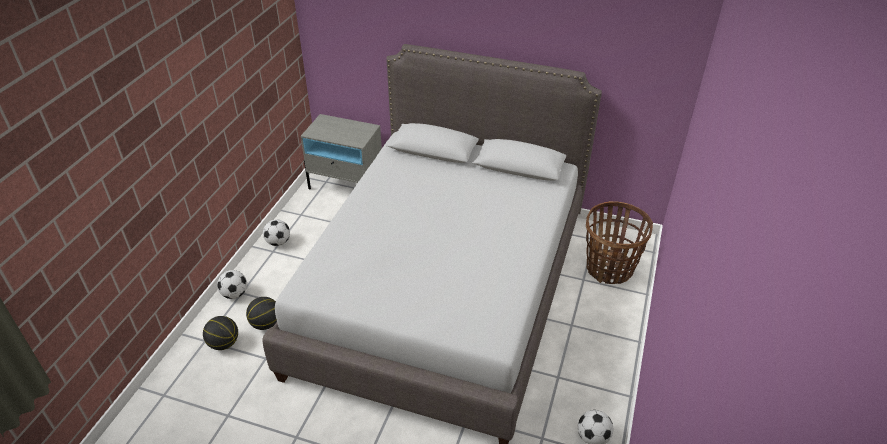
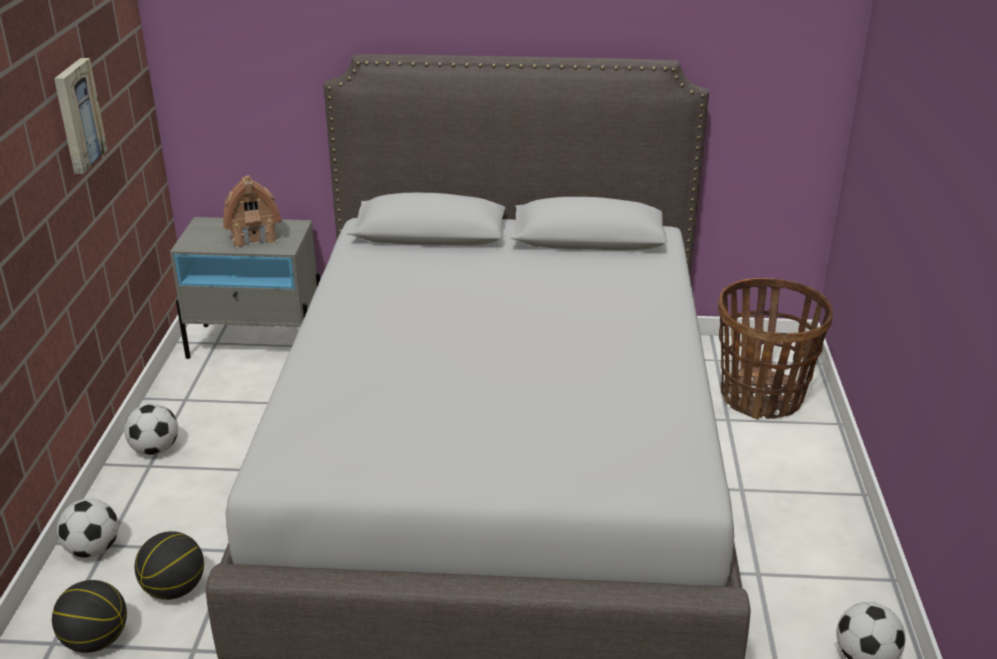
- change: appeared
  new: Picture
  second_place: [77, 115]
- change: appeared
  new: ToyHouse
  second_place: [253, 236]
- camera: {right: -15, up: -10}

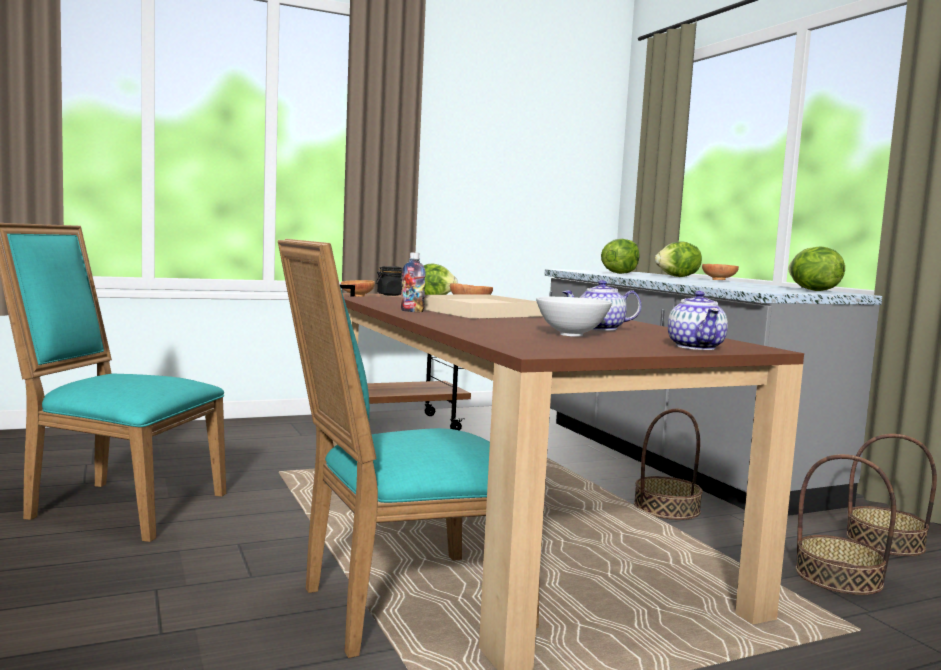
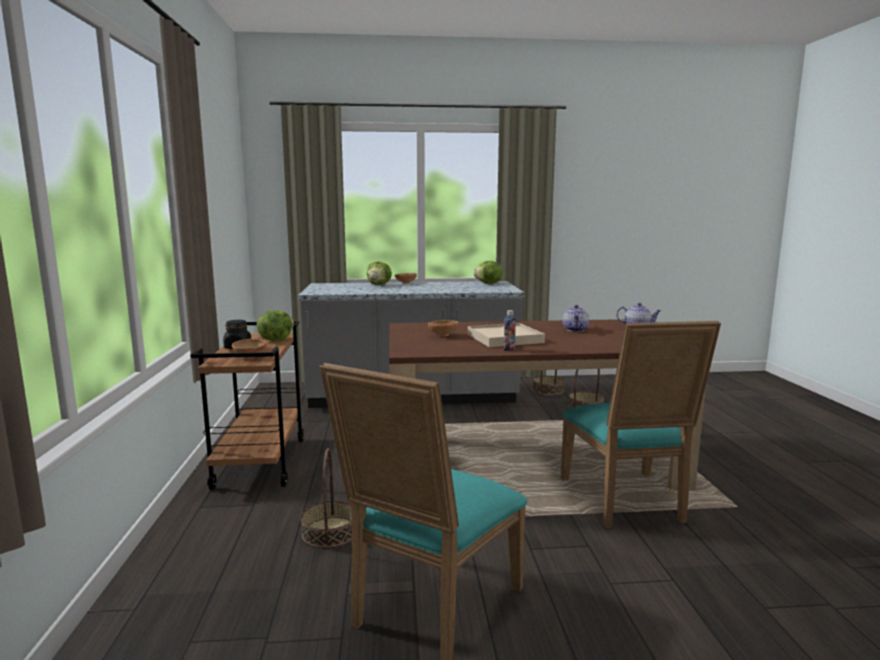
- change: missing
  old: Lettuce
  first_place: [619, 273]
- change: missing
  old: WhiteBowl
  first_place: [570, 335]
- change: relocated
  old: Basket
  first_place: [666, 508]
  second_place: [330, 532]
- camera: {right: -70, up: 5}

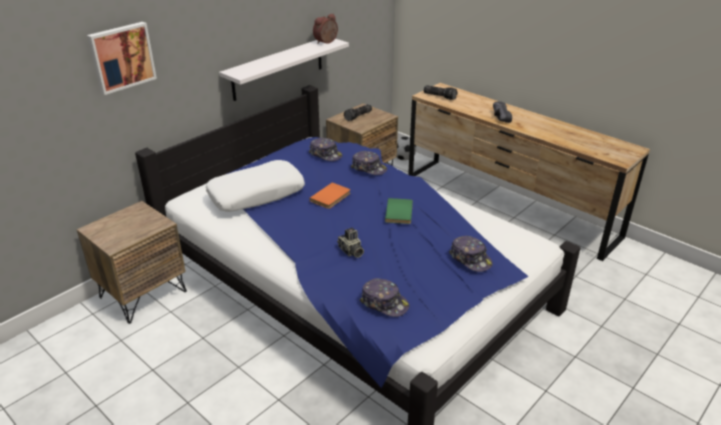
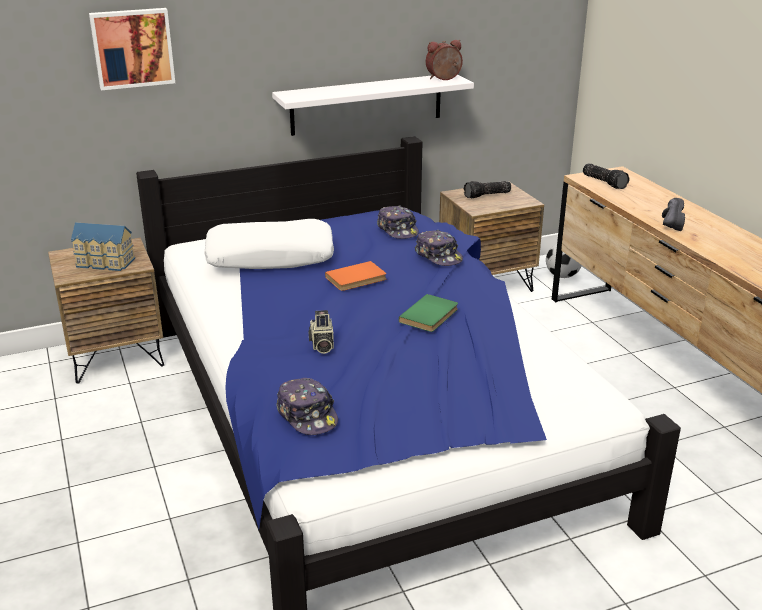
- change: missing
  old: Cap
  first_place: [470, 259]
- change: appeared
  new: ToyHouse
  second_place: [104, 263]
- camera: {right: 25, up: -5}

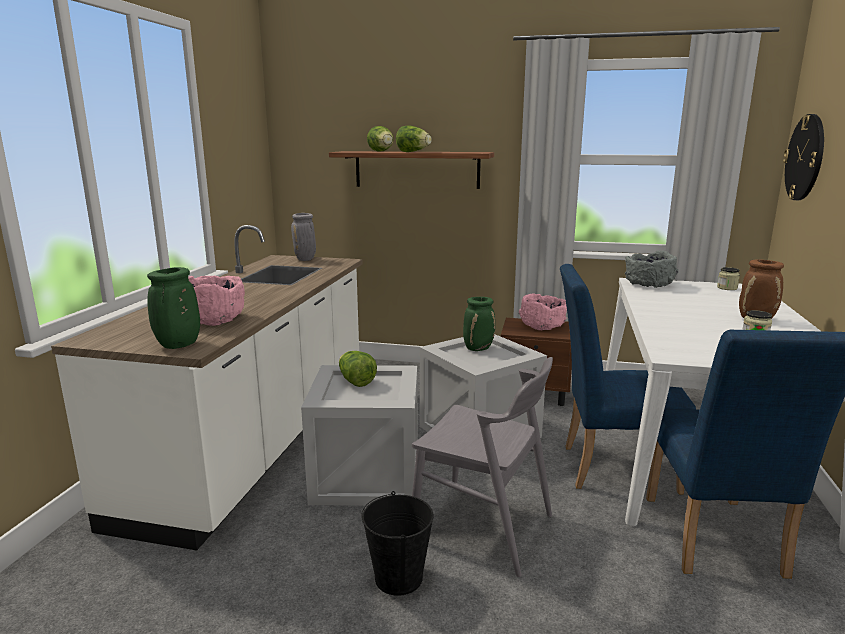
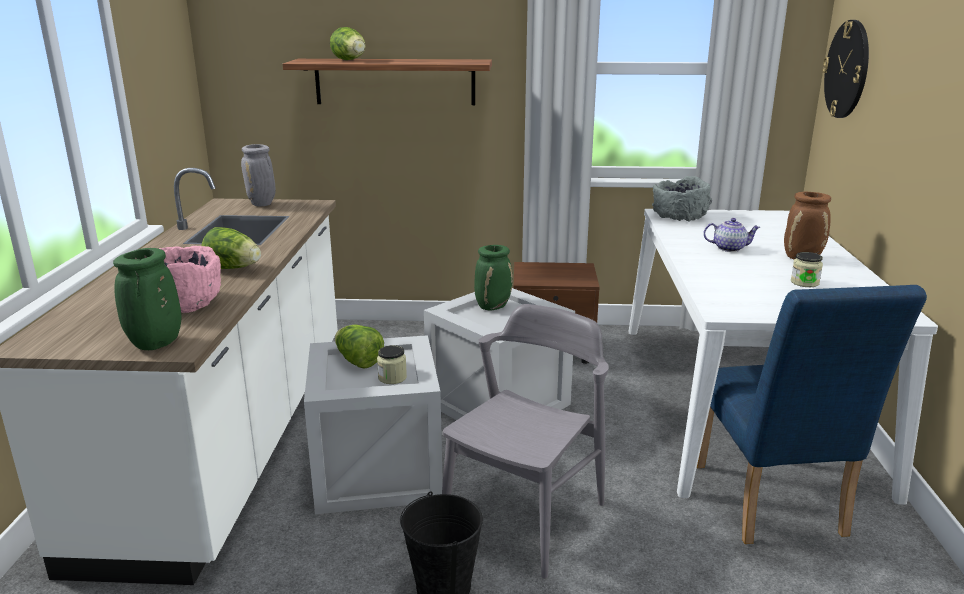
- change: relocated
  old: Lettuce
  first_place: [413, 152]
  second_place: [234, 268]
- change: missing
  old: BlueChair
  first_place: [609, 467]
- change: relocated
  old: Jar
  first_place: [727, 288]
  second_place: [392, 377]
- change: missing
  old: PinkBowl
  first_place: [542, 326]
- change: spun
  old: GreyChair
  first_place: [483, 527]
  second_place: [525, 518]
  degrees: -75
- change: appeared
  new: Teapot
  second_place: [729, 248]
- camera: {right: -10, up: 5}

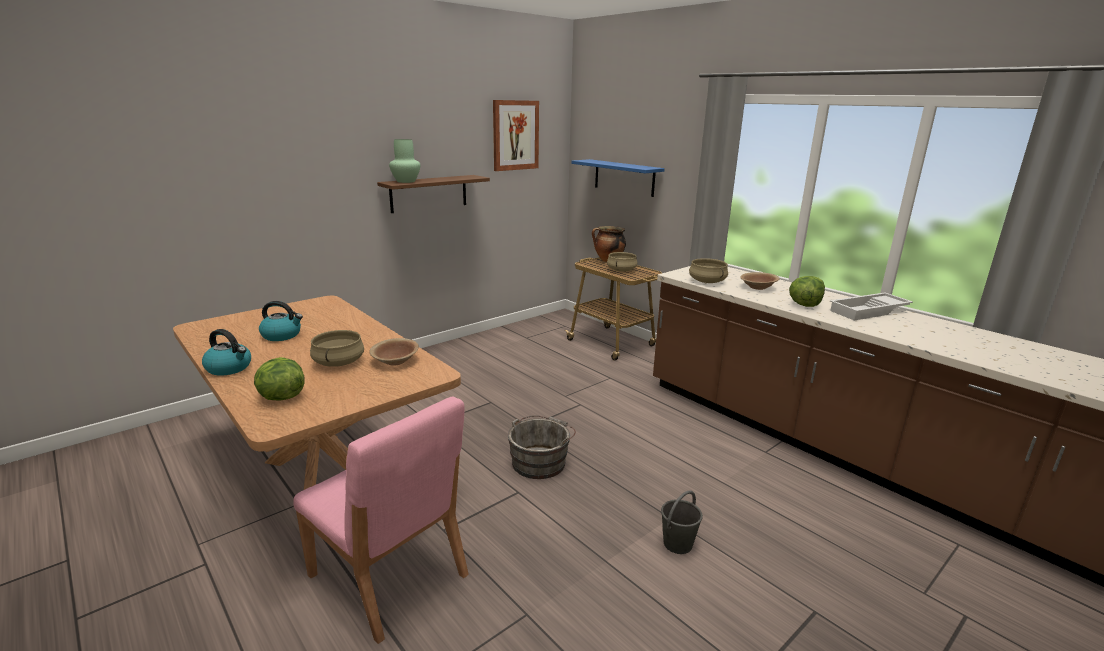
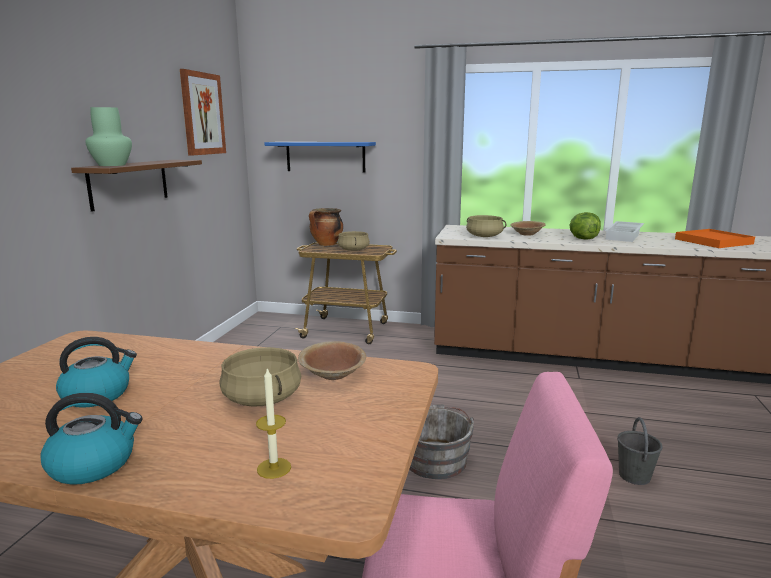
- change: exchanged
  old: Lettuce
  new: Candle
  first_place: [281, 397]
  second_place: [274, 468]
- change: appeared
  new: OrangeTray
  second_place: [713, 241]
- camera: {right: -35, up: -5}

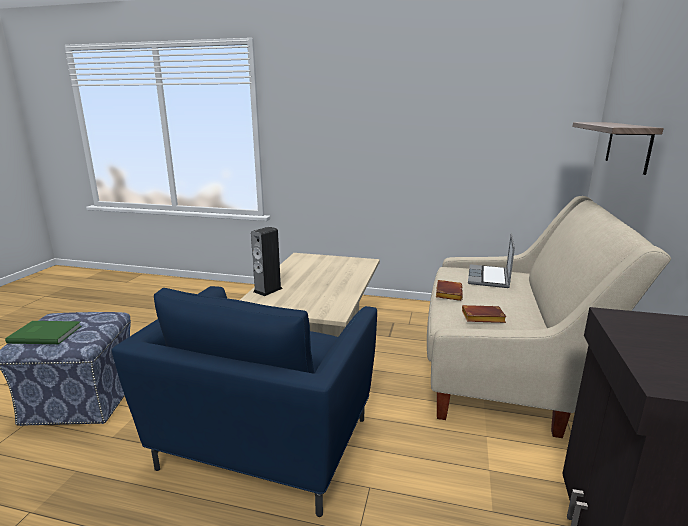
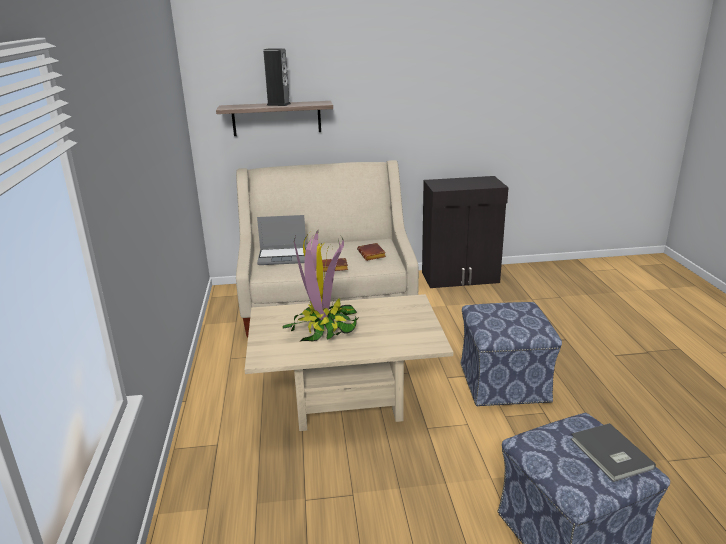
- change: relocated
  old: Speaker
  first_place: [268, 290]
  second_place: [278, 104]
- change: exchanged
  old: BlueArmchair
  new: Ottoman
  first_place: [263, 445]
  second_place: [504, 383]
- change: colour
  old: GreenBook
  new: GreyBook
  first_place: [45, 333]
  second_place: [610, 454]
- change: appeared
  new: PottedPlant
  second_place: [324, 328]
- camera: {right: -110, up: 5}

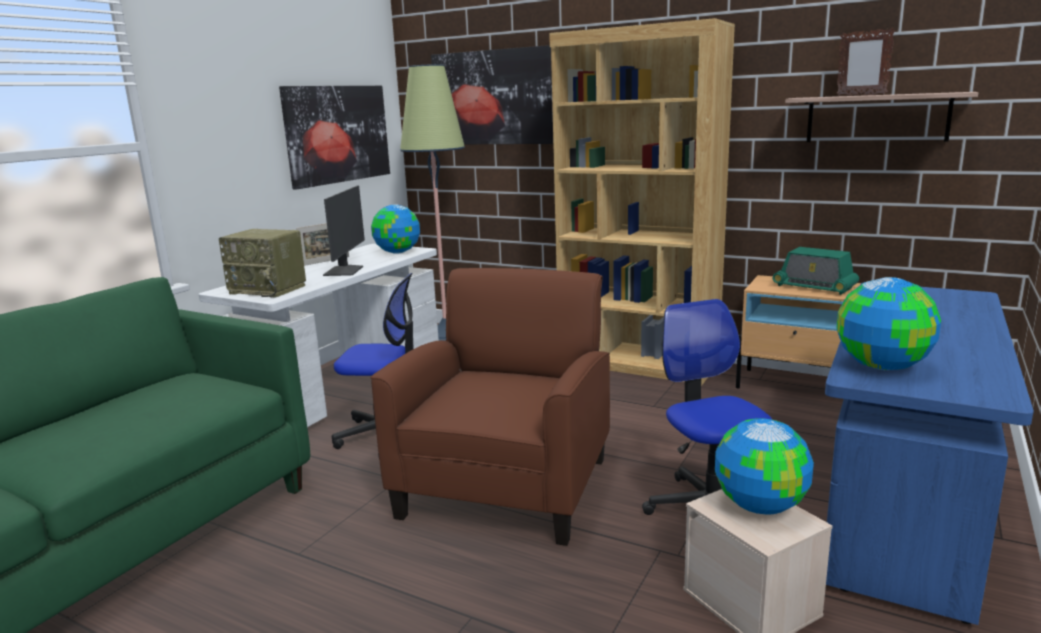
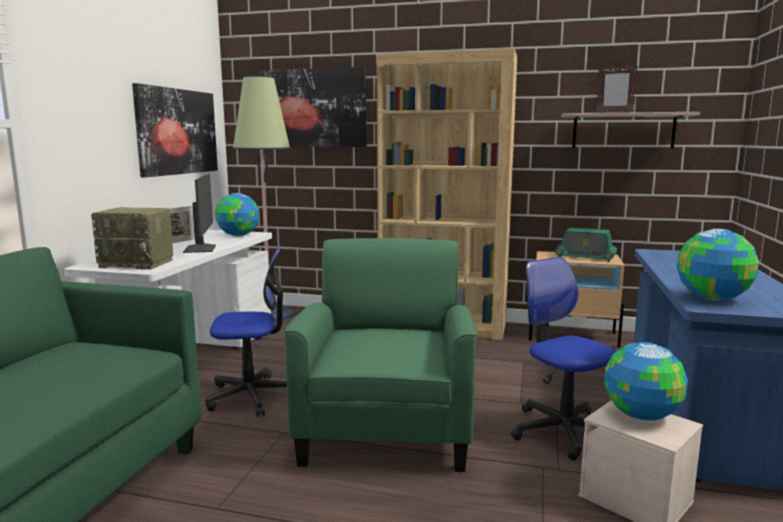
- change: colour
  old: BrownArmchair
  new: GreenArmchair
  first_place: [506, 485]
  second_place: [386, 428]
- camera: {right: -15, up: -5}

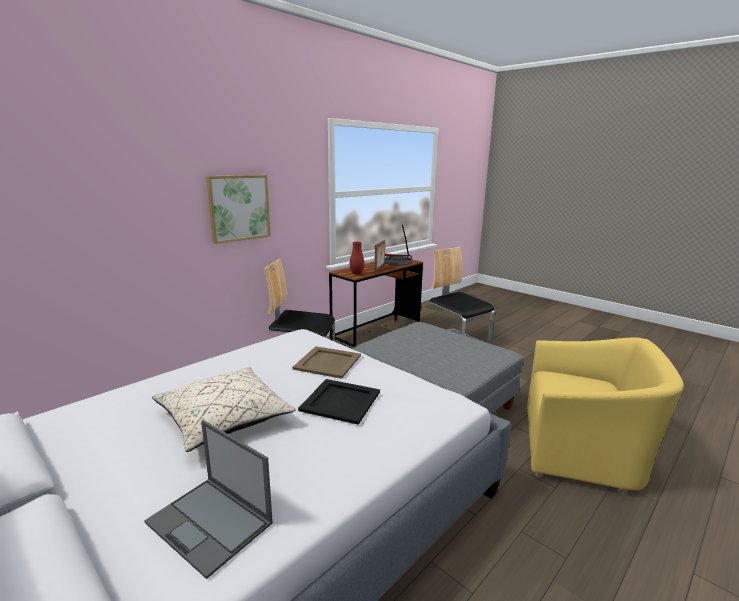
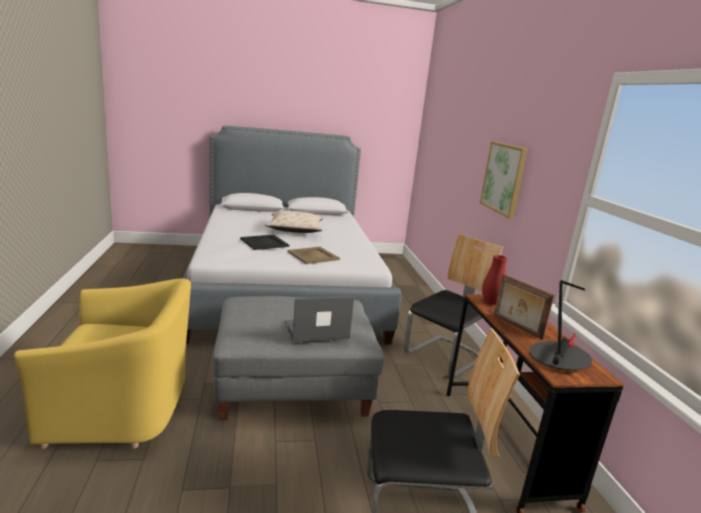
- change: spun
  old: YellowArmchair
  first_place: [582, 450]
  second_place: [123, 406]
  degrees: -150
- change: relocated
  old: Laptop
  first_place: [210, 523]
  second_place: [315, 330]
- camera: {right: 125, up: 0}

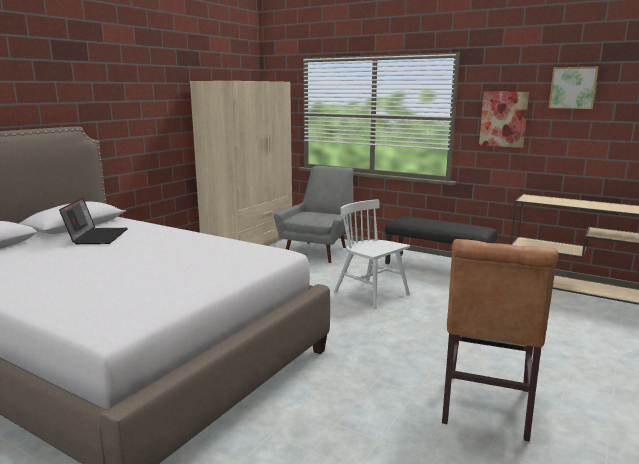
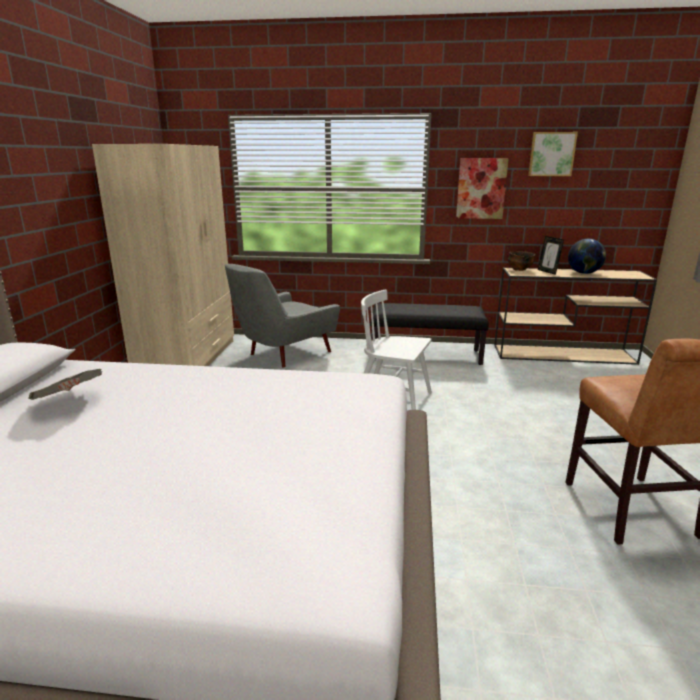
- change: spun
  old: GreyArmchair
  first_place: [319, 250]
  second_place: [283, 354]
  degrees: -135
- change: exchanged
  old: Laptop
  new: Newspaper
  first_place: [97, 236]
  second_place: [69, 402]
- change: appeared
  new: PictureFrame
  second_place: [548, 272]
- change: appeared
  new: Globe
  second_place: [584, 273]
- change: appeared
  new: Bowl
  second_place: [519, 269]
- camera: {right: -25, up: 5}

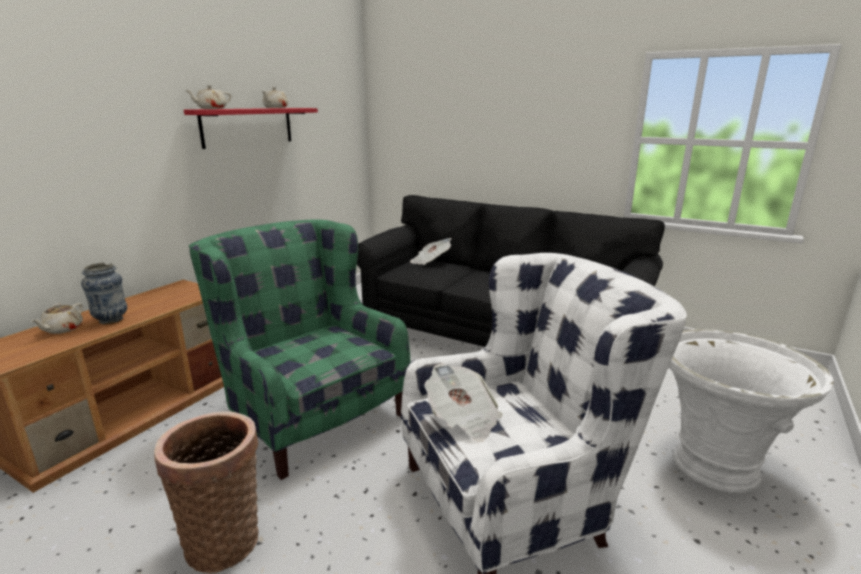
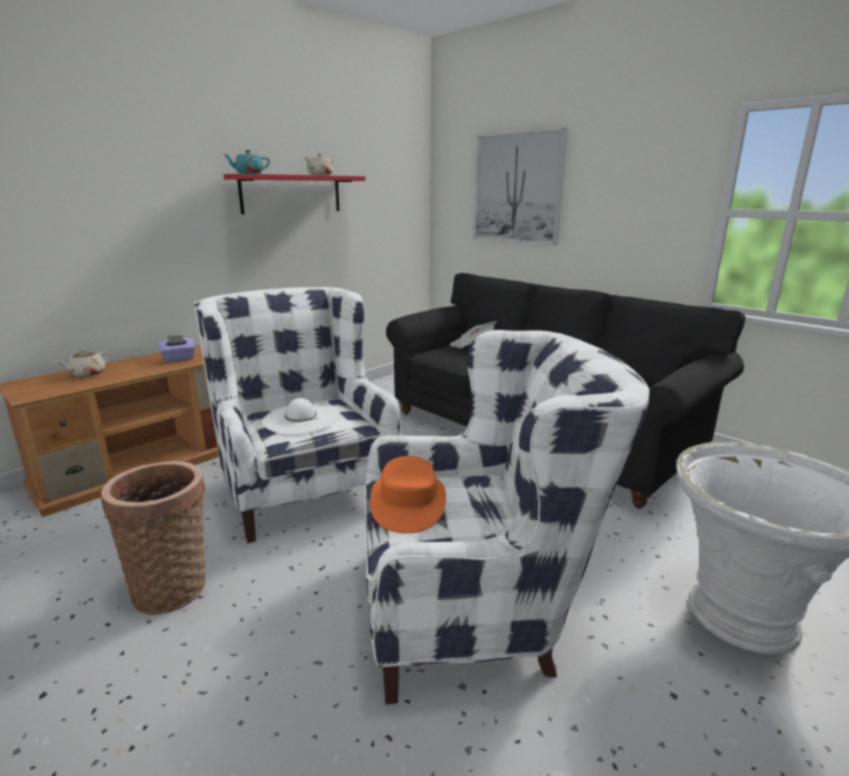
- change: colour
  old: BeigeTeapot
  new: TurquoiseTeapot
  first_place: [211, 109]
  second_place: [249, 173]
- change: colour
  old: GreenArmchair
  new: WhiteArmchair
  first_place: [311, 412]
  second_place: [305, 485]
- change: missing
  old: Vase
  first_place: [111, 320]
- change: exchanged
  old: Newspaper
  new: OrangeHat
  first_place: [463, 419]
  second_place: [408, 502]
- change: appeared
  new: Picture
  second_place: [517, 188]
- change: appeared
  new: PurpleTissueBox
  second_place: [179, 359]
- change: appeared
  new: WhiteHat
  second_place: [300, 419]
- camera: {right: 15, up: 0}

